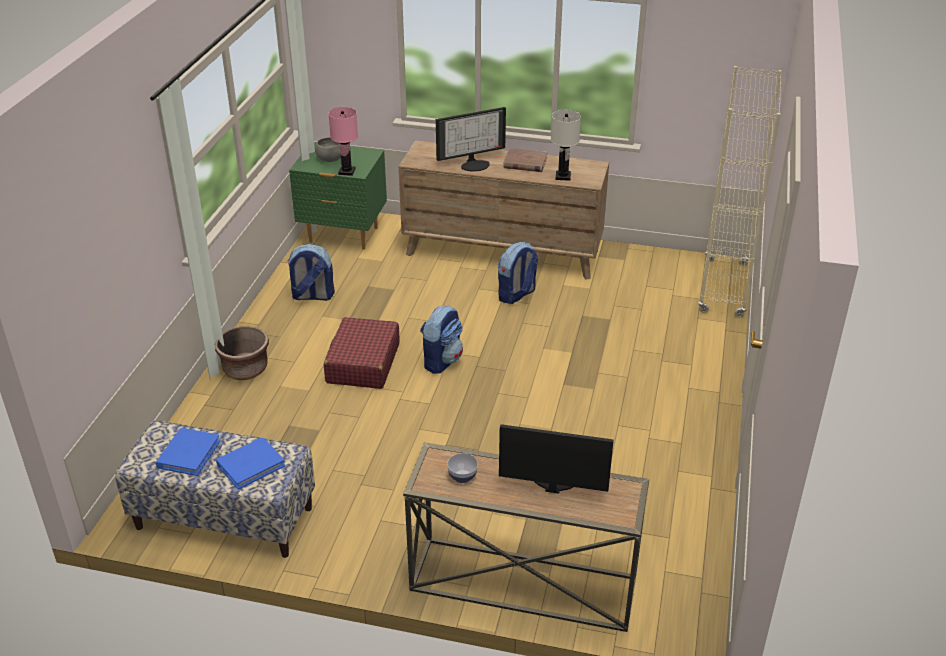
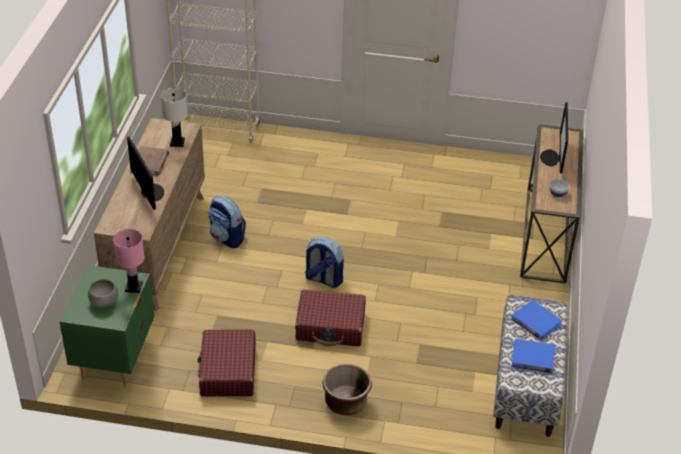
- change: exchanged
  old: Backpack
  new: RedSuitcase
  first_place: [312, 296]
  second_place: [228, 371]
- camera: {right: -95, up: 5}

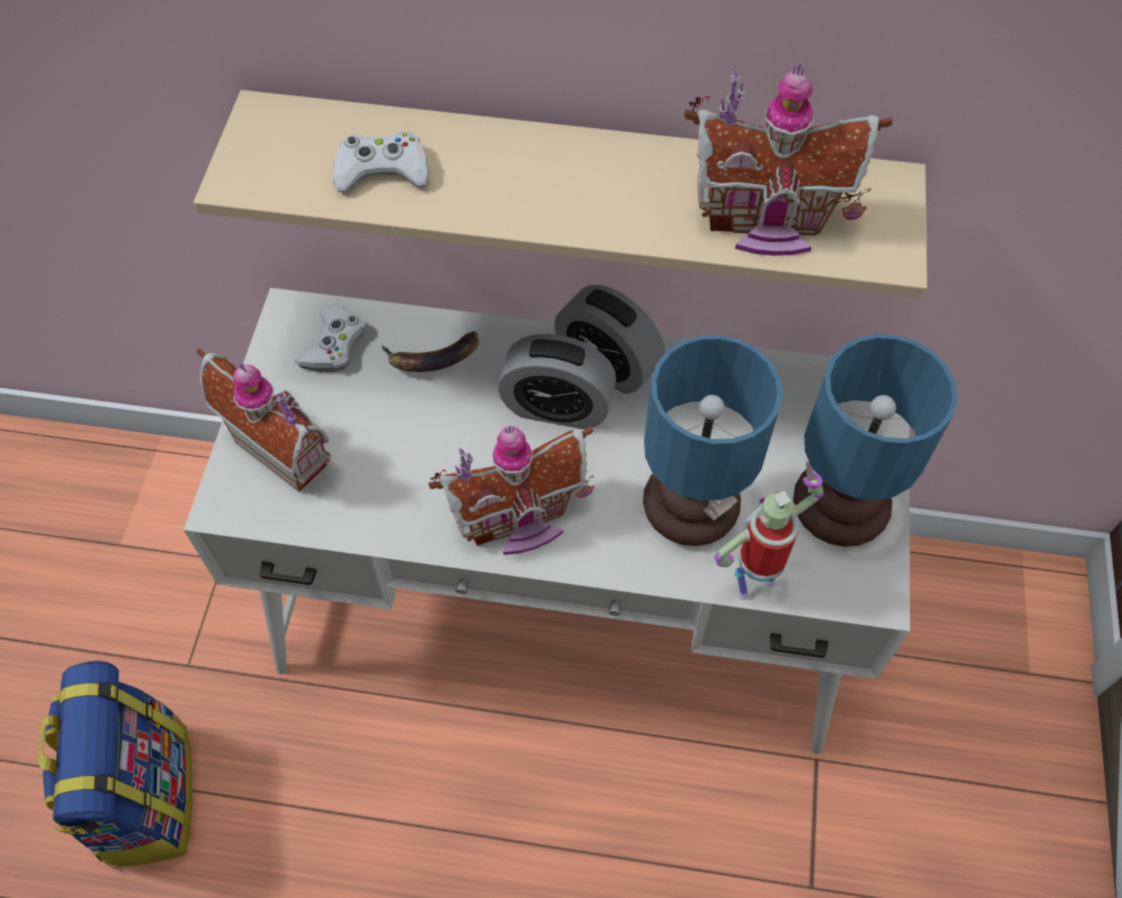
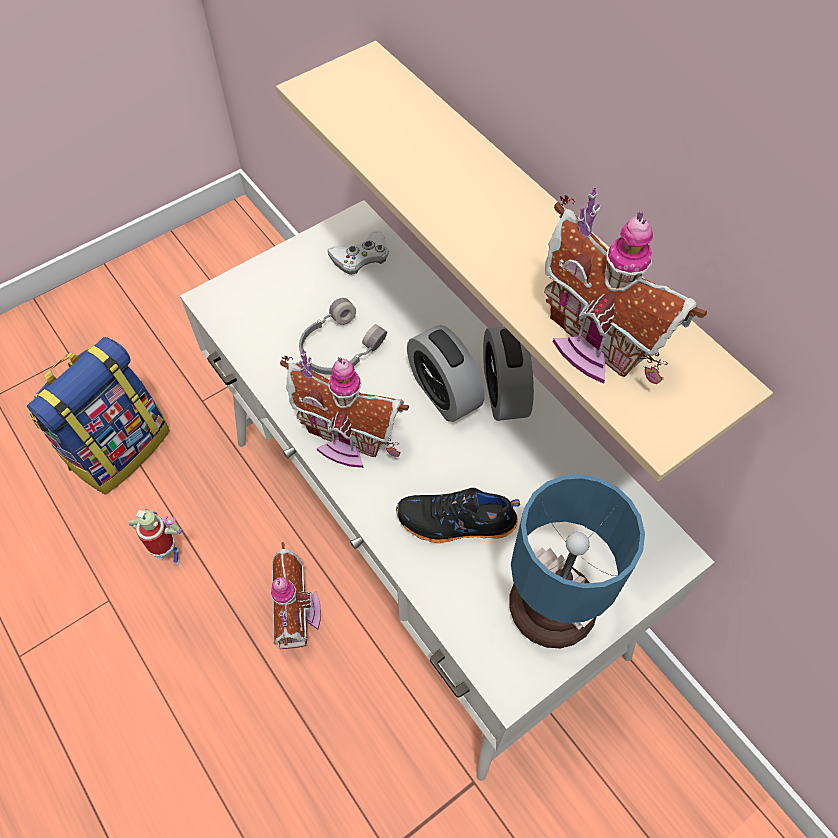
- change: missing
  old: WhiteGameController
  first_place: [382, 170]
- change: missing
  old: Banana
  first_place: [433, 358]
- change: exchanged
  old: TableLamp
  new: BlackShoe
  first_place: [694, 508]
  second_place: [456, 523]
- change: relocated
  old: ToyHouse
  first_place: [286, 446]
  second_place: [299, 614]
- change: relocated
  old: ToyRobot
  first_place: [753, 582]
  second_place: [171, 556]
- change: appeared
  new: GreyHeadphones
  second_place: [338, 347]
- camera: {right: 45, up: 0}

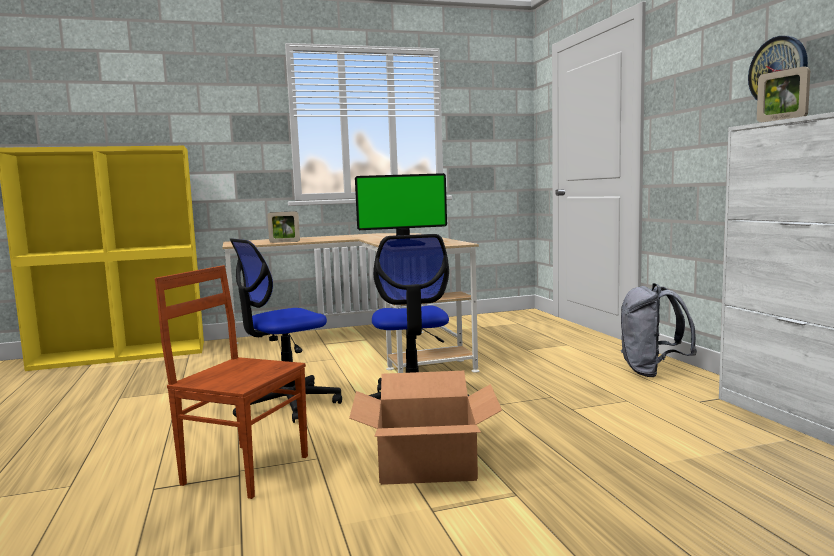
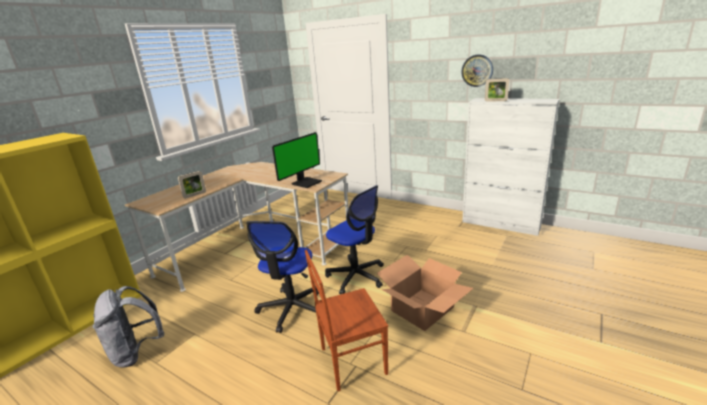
- change: relocated
  old: GreyBackpack
  first_place: [652, 372]
  second_place: [137, 352]
- camera: {right: -40, up: 15}

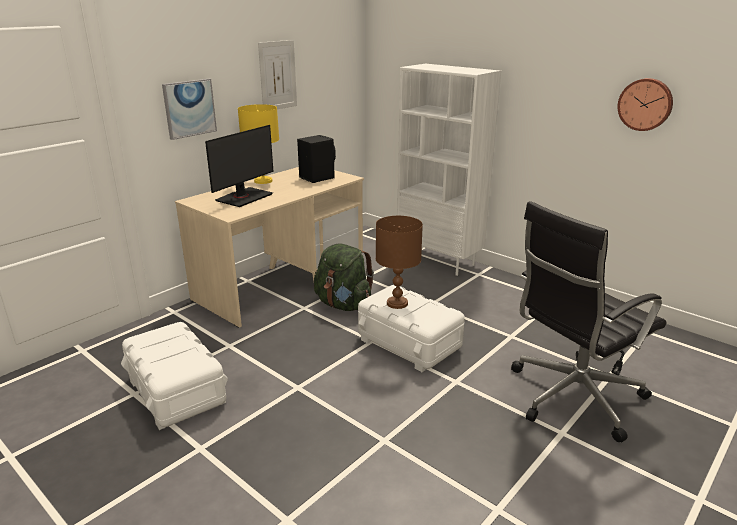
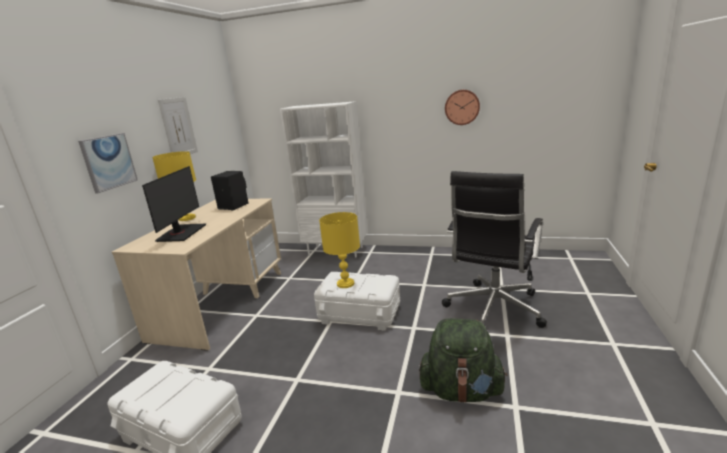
- change: colour
  old: BrownTableLamp
  new: YellowTableLamp
  first_place: [397, 303]
  second_place: [345, 284]
- change: relocated
  old: GreenBackpack
  first_place: [344, 305]
  second_place: [461, 391]
- camera: {right: -25, up: -5}

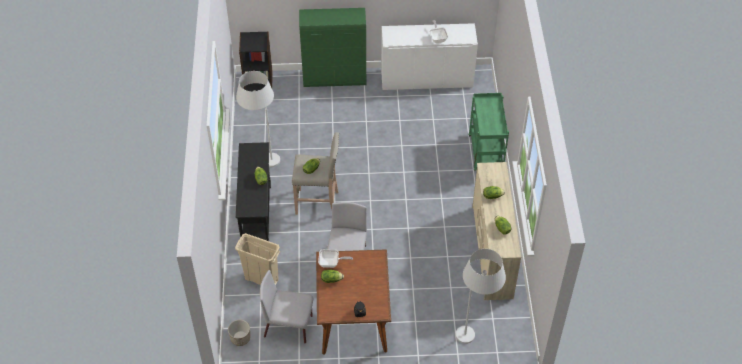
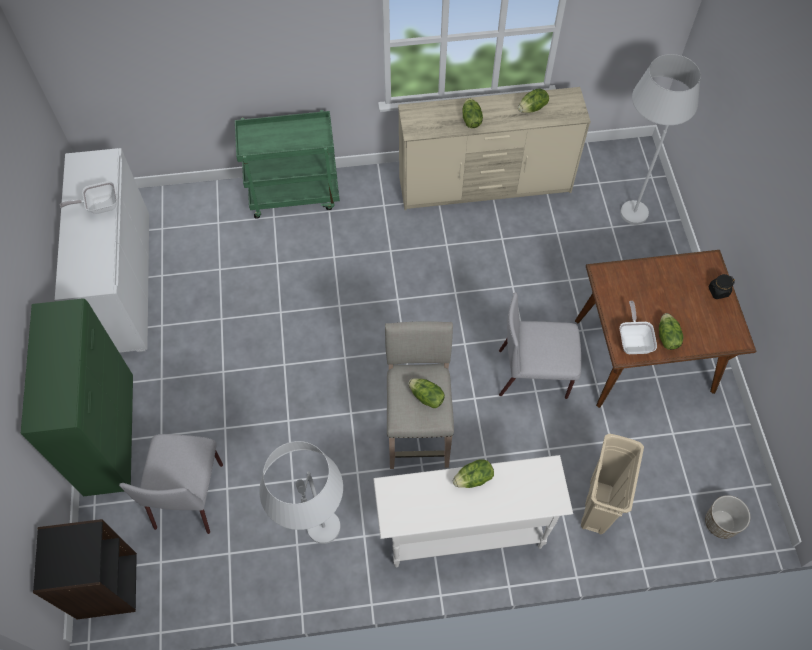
- change: colour
  old: BlackConsoleTable
  new: WhiteConsoleTable
  first_place: [257, 218]
  second_place: [464, 533]
- change: relocated
  old: GreyChair
  first_place: [289, 326]
  second_place: [189, 494]
- camera: {right: -95, up: 10}

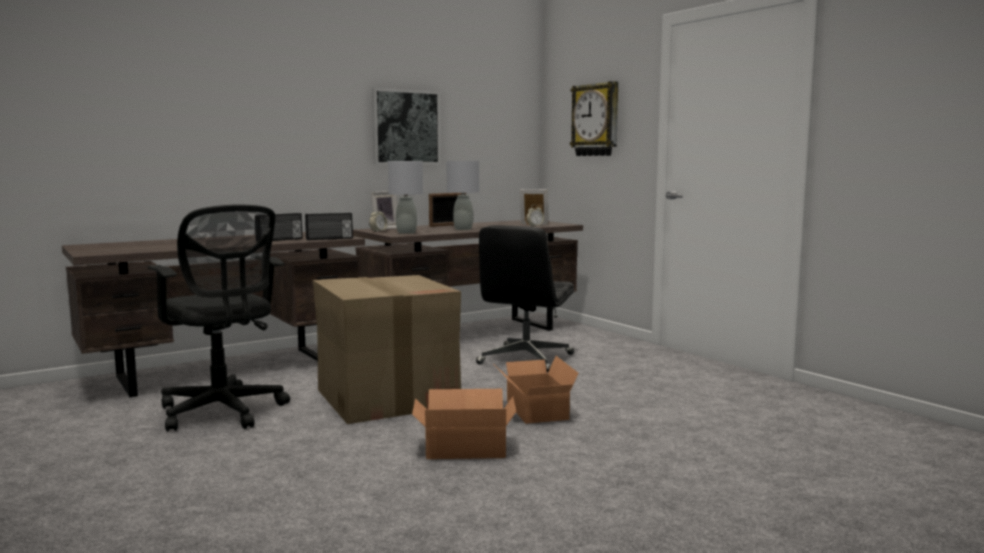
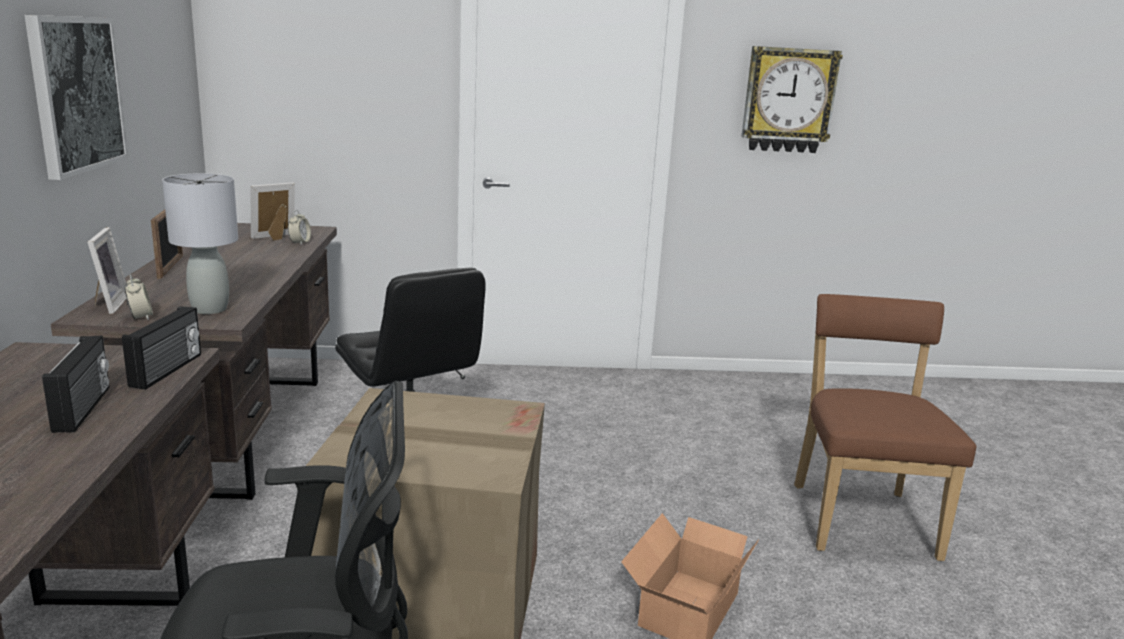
- change: relocated
  old: WallClock
  first_place: [596, 120]
  second_place: [788, 100]
- change: missing
  old: GreyTableLamp
  first_place: [463, 229]
- change: missing
  old: CardboardBox
  first_place: [534, 411]
- change: appeared
  new: BrownChair
  second_place: [860, 516]
- camera: {right: -60, up: 10}

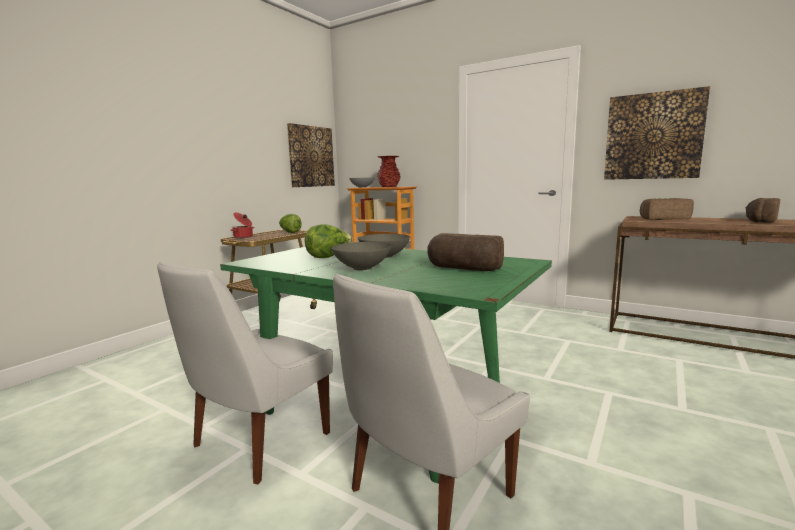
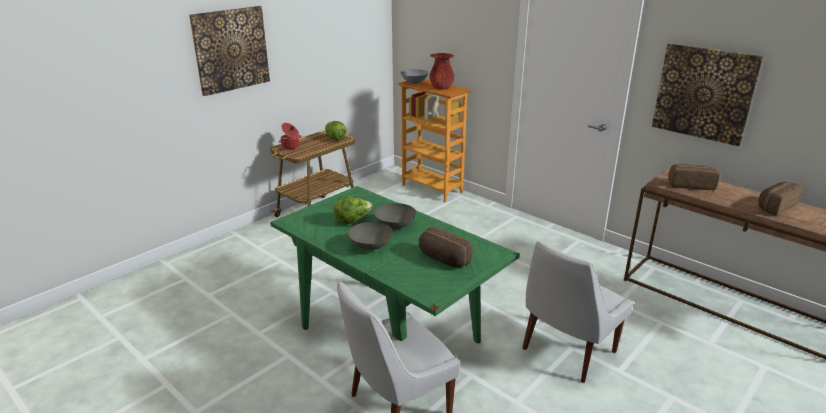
- change: relocated
  old: Picture
  first_place: [311, 156]
  second_place: [231, 49]
- change: relocated
  old: WhiteChair
  first_place: [257, 442]
  second_place: [566, 352]
- camera: {right: 10, up: 15}

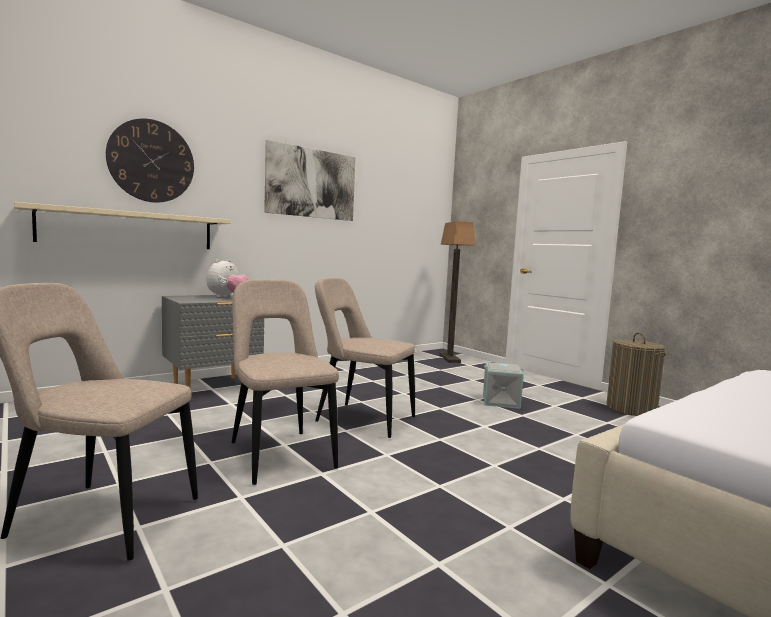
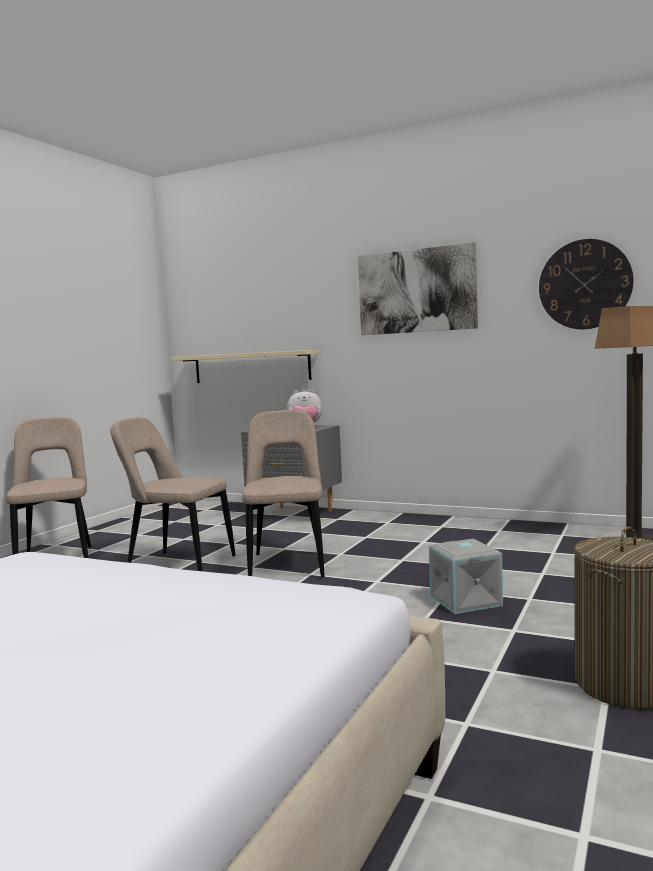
- change: relocated
  old: WallClock
  first_place: [151, 161]
  second_place: [585, 284]
- change: spun
  old: BeigeChair
  first_place: [279, 453]
  second_place: [177, 564]
  degrees: -105
- camera: {right: 65, up: 0}

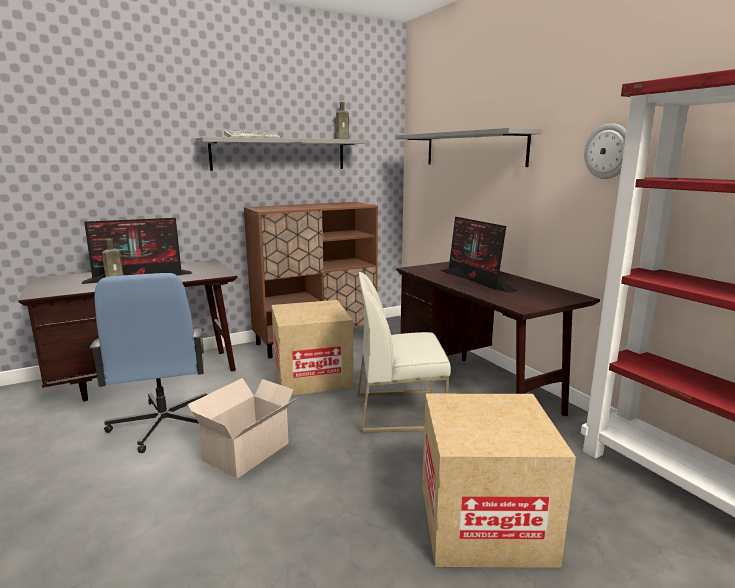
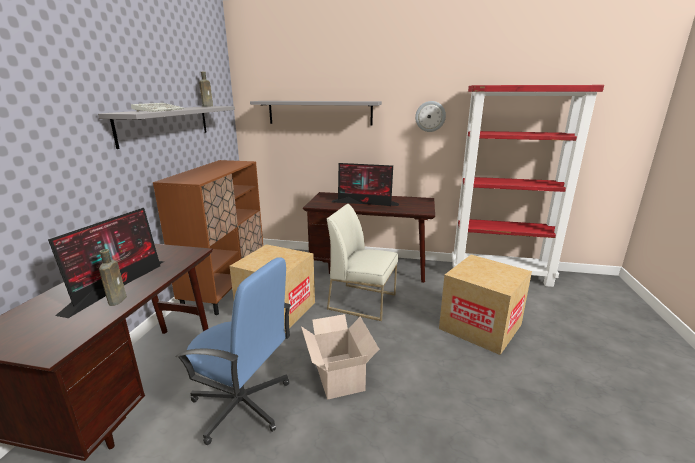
- change: spun
  old: WhiteChair
  first_place: [399, 410]
  second_place: [363, 301]
  degrees: 75
- camera: {right: -50, up: 5}

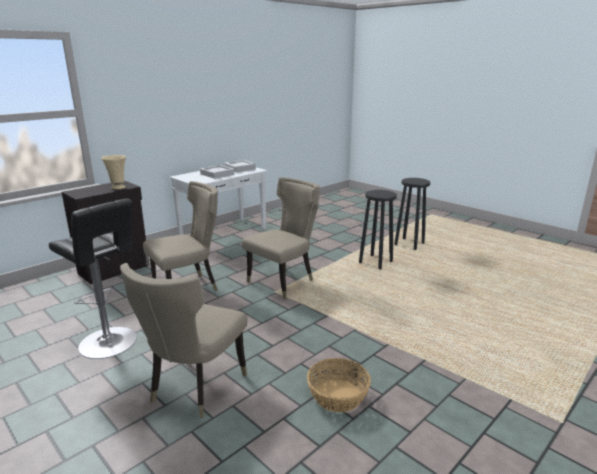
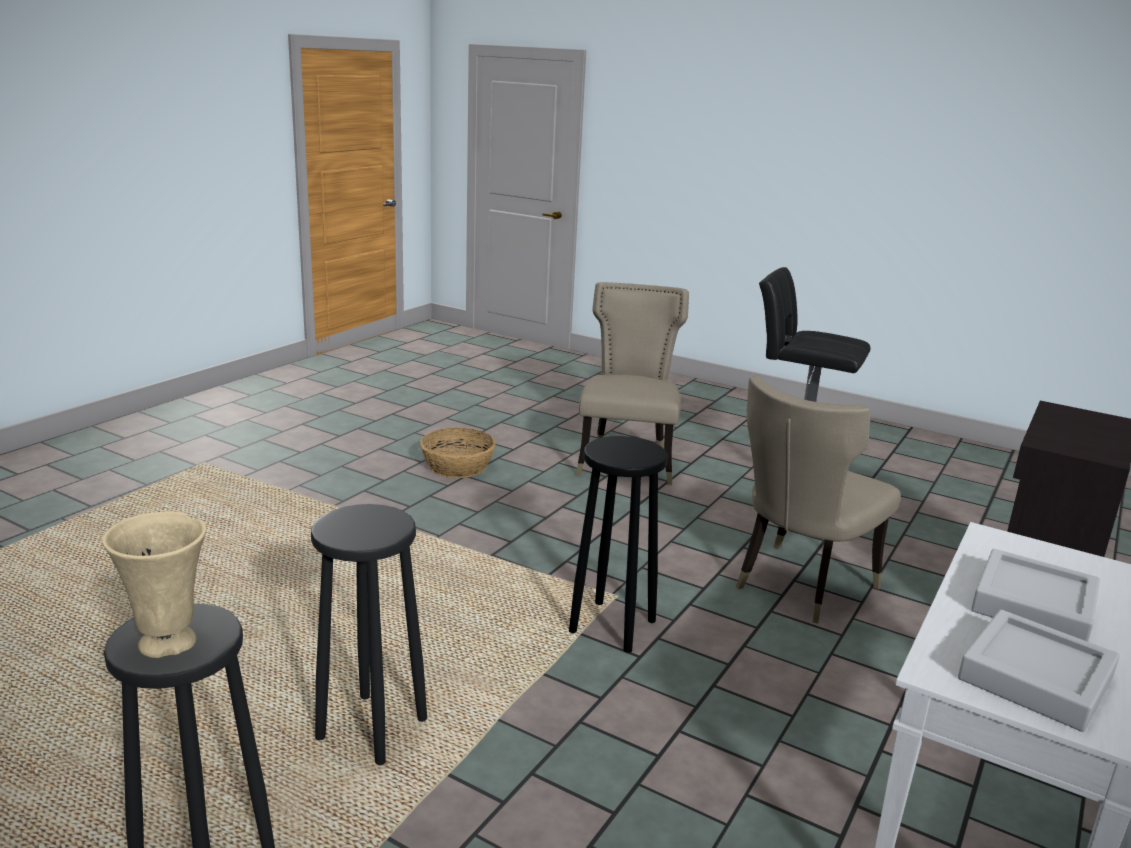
- change: relocated
  old: BeigeVase
  first_place: [118, 187]
  second_place: [169, 644]
- change: exchanged
  old: BeigeChair
  new: BlackStool
  first_place: [284, 281]
  second_place: [611, 625]
- camera: {right: 165, up: 0}

